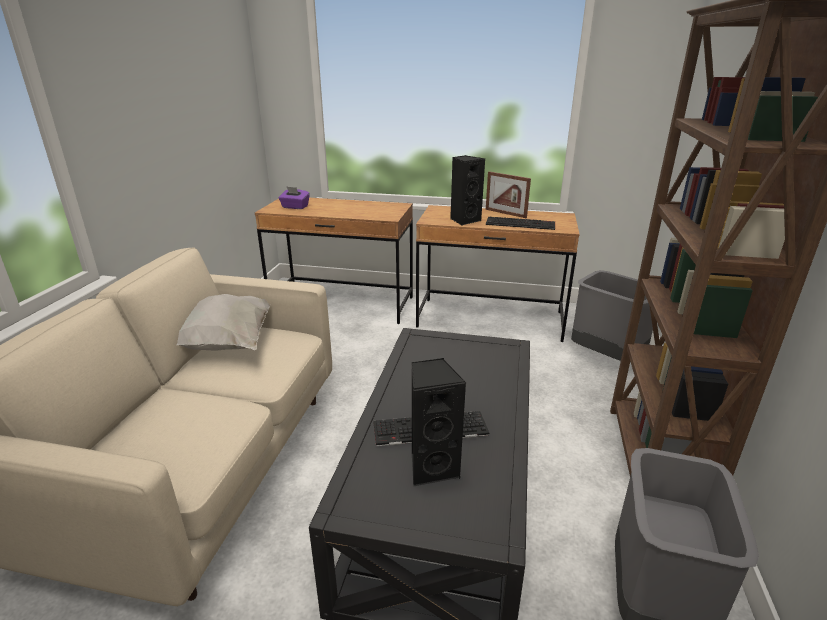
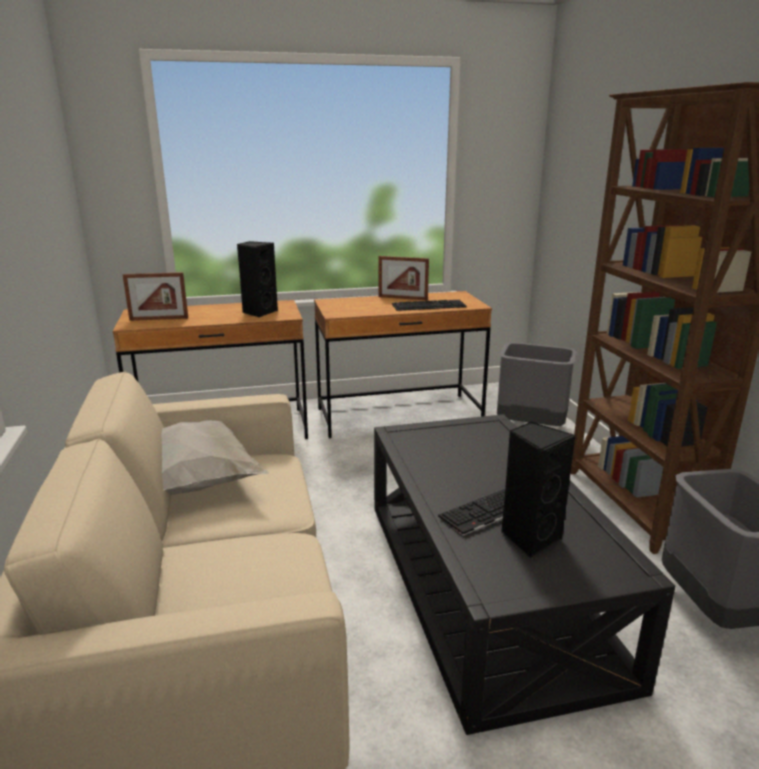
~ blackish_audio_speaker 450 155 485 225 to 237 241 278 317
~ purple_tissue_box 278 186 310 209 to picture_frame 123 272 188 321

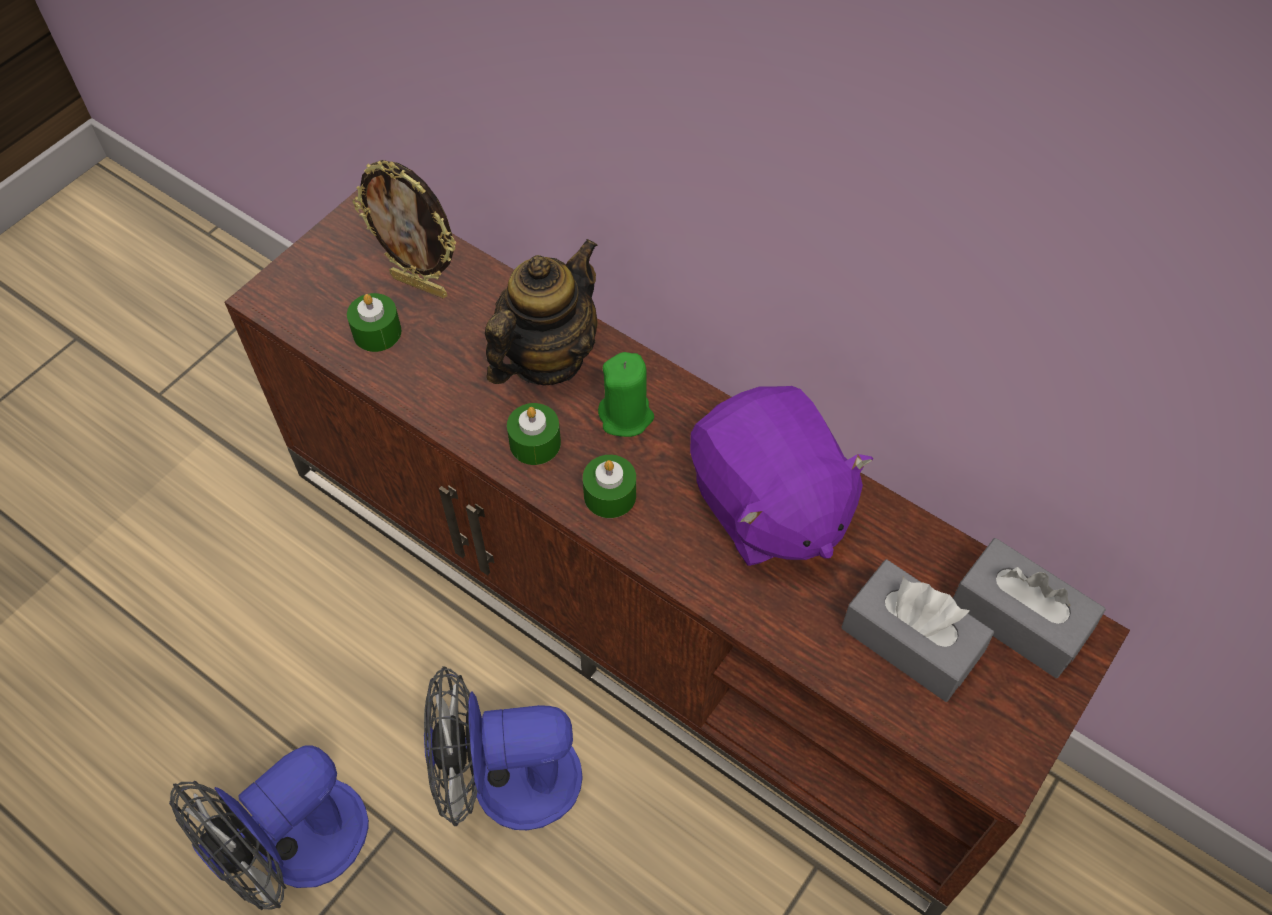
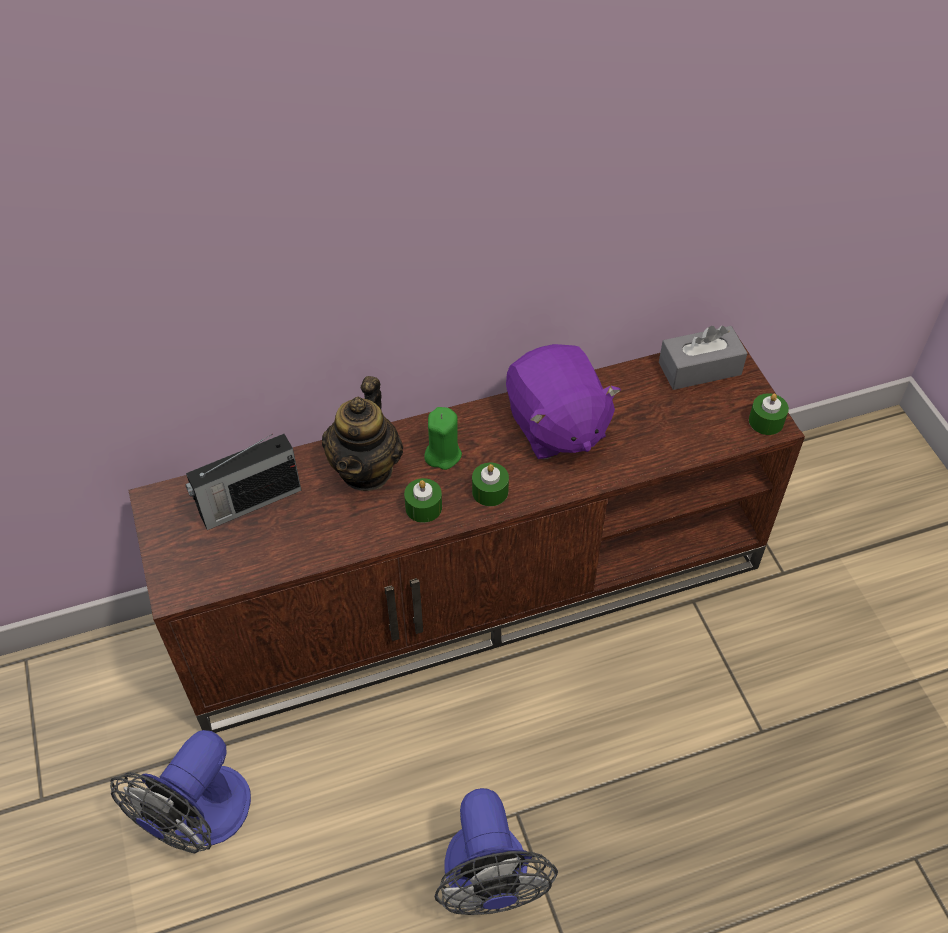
- gray_tissue_box 842 559 994 702
~ green_wax_candle 347 293 401 352 to 749 393 789 435
~ electric_fan 424 666 583 830 to 110 730 251 853
~ picture_frame 352 160 456 298 to radio_receiver 185 434 302 530
~ teapot 485 239 598 386 = 322 376 403 491 150 degrees counterclockwise
~ purple_plush_toy 690 386 873 566 = 506 344 621 459 60 degrees clockwise

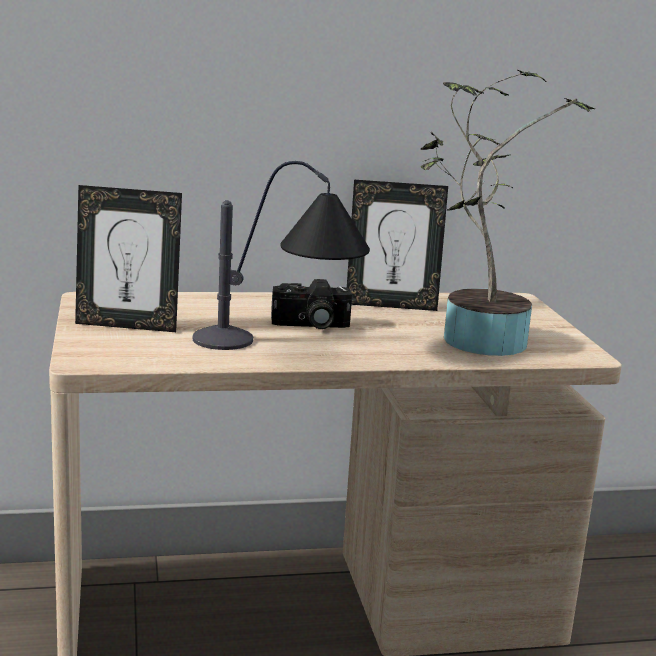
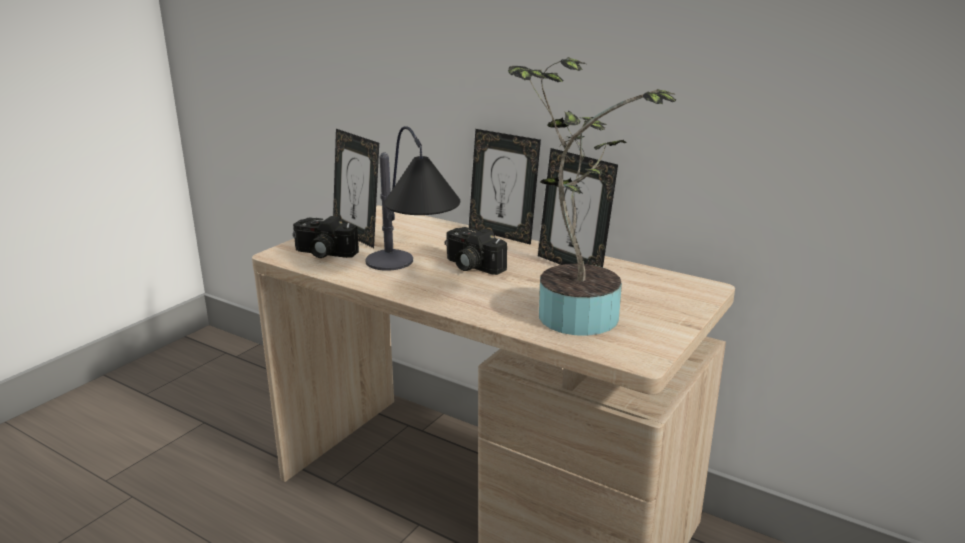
+ still_camera 293 216 359 258
+ picture_frame 469 129 541 245

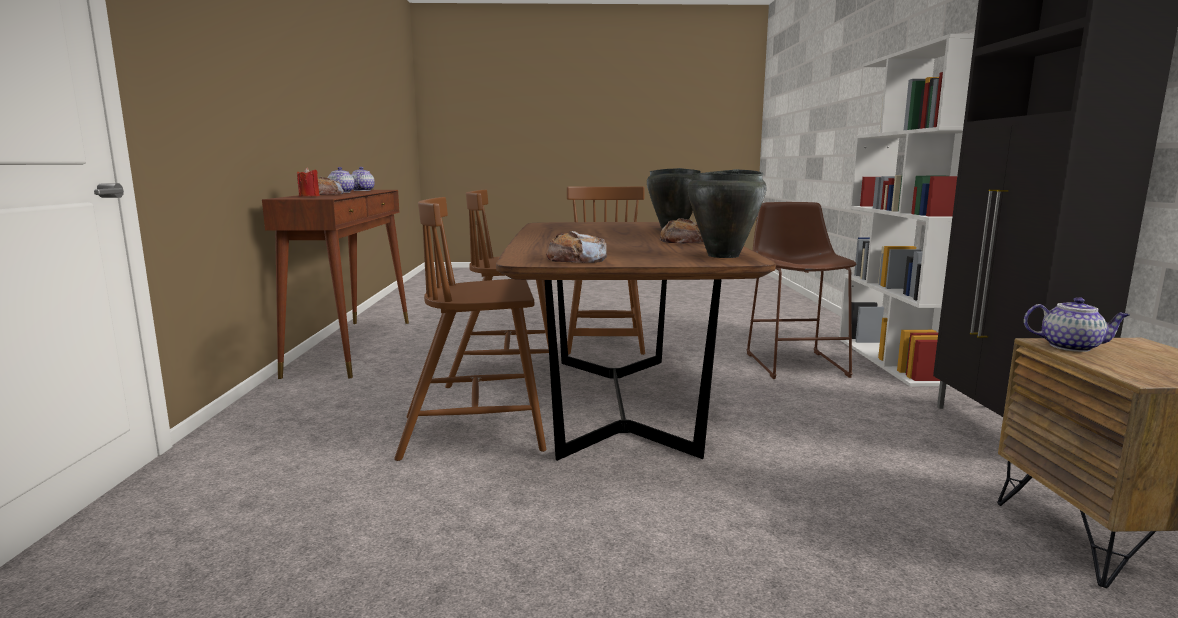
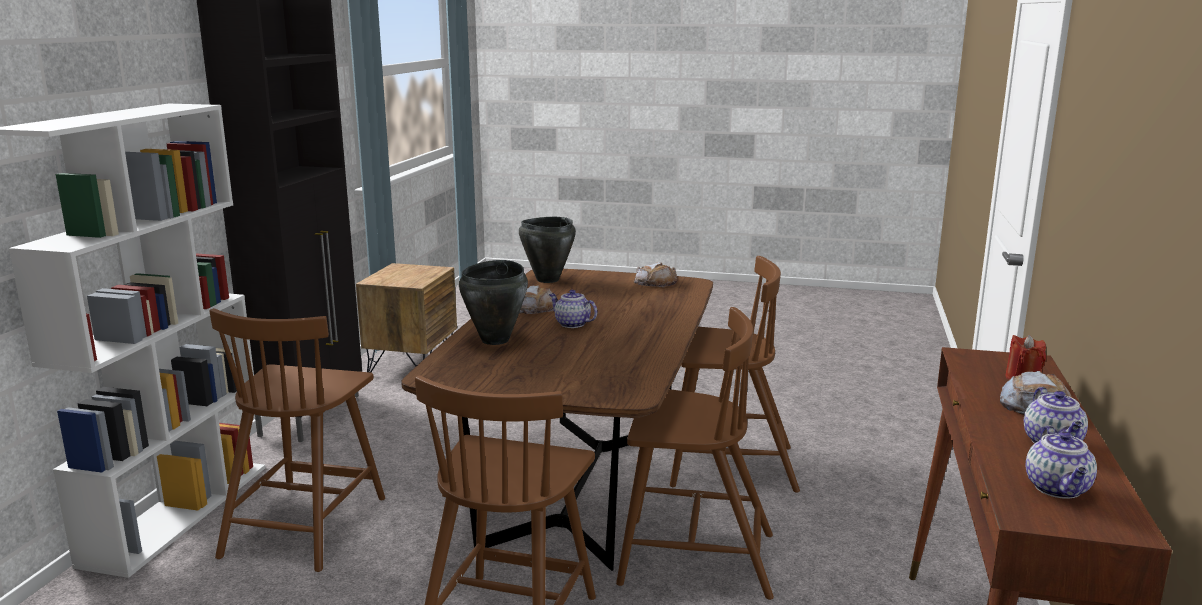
~ teapot 1024 297 1130 352 to 549 290 597 328
~ brown_stool 747 202 856 379 to brown_upright_chair 209 308 385 572

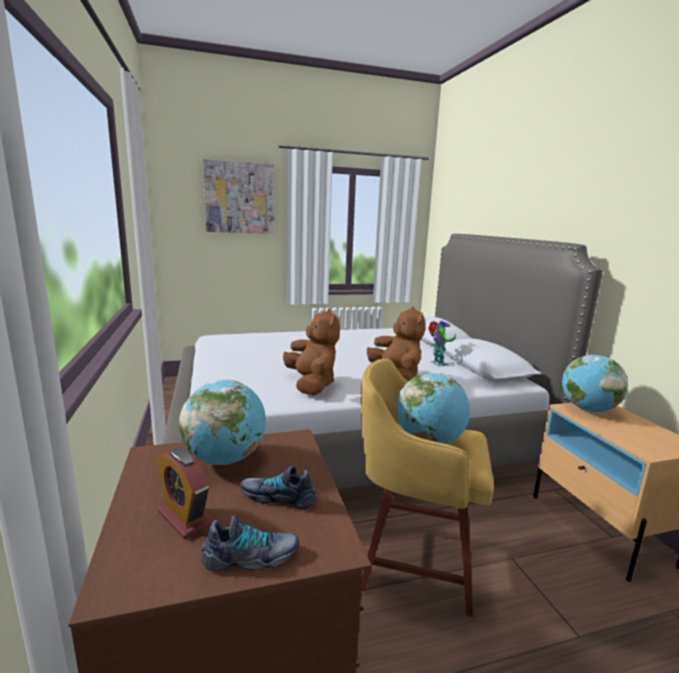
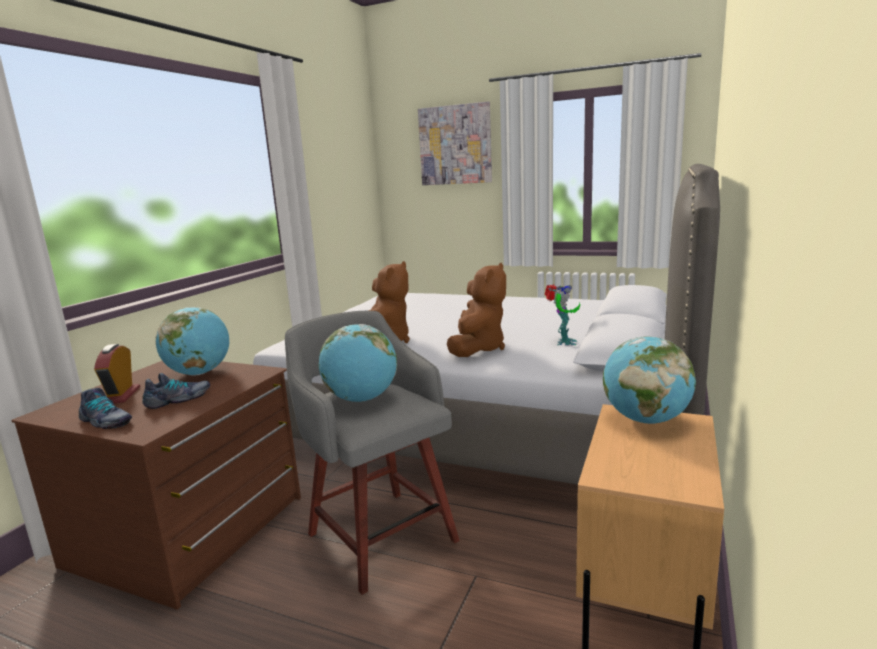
~ yellow-coloured_stool 361 358 494 617 to gray_stool 285 311 459 595
~ shoe 240 465 317 509 = 142 373 210 409 90 degrees clockwise

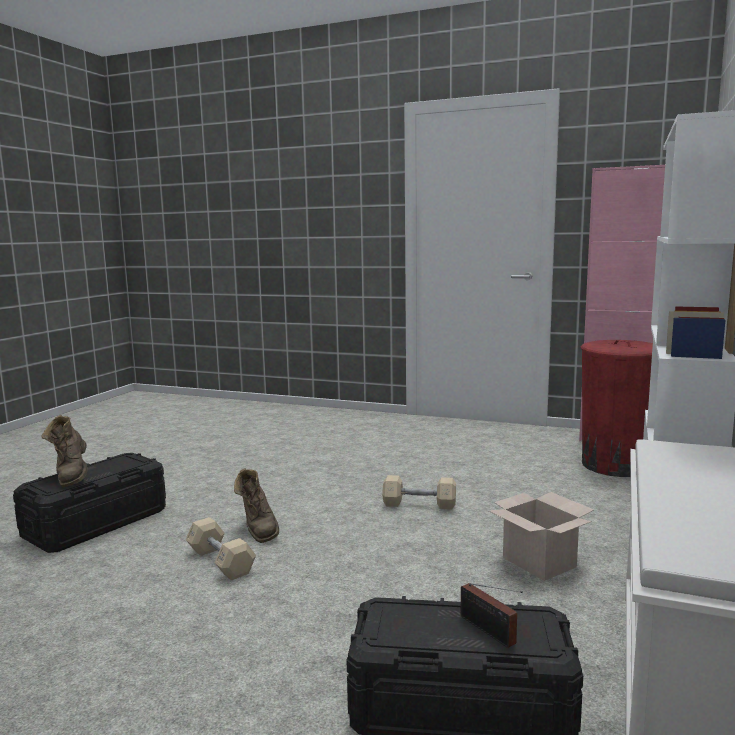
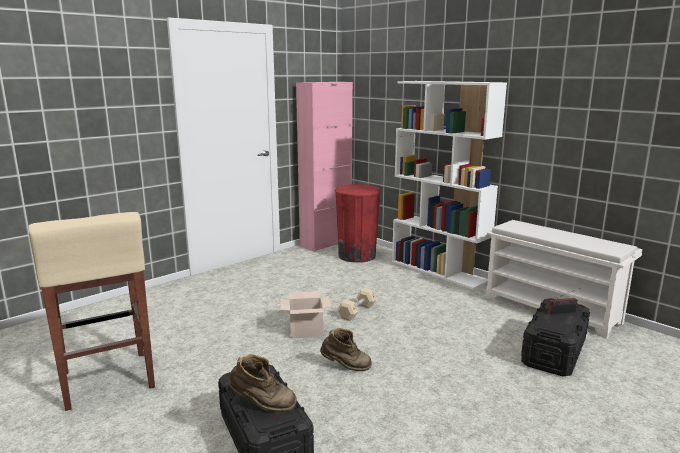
- sand-coloured_hand_weight 185 517 256 580
+ sand-coloured_stool 29 212 155 411
~ carton 489 492 594 581 to 280 291 332 338

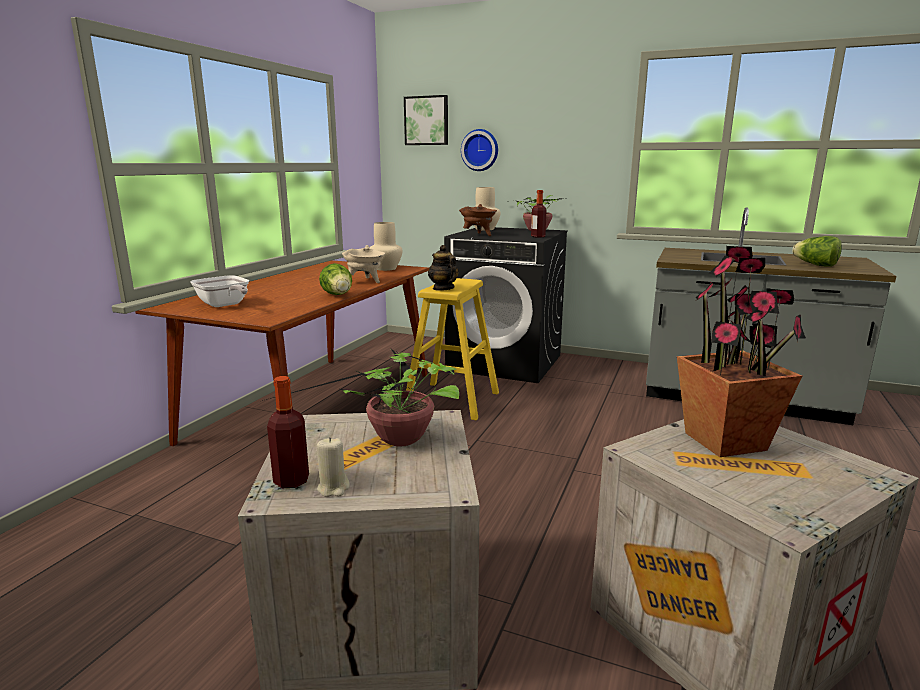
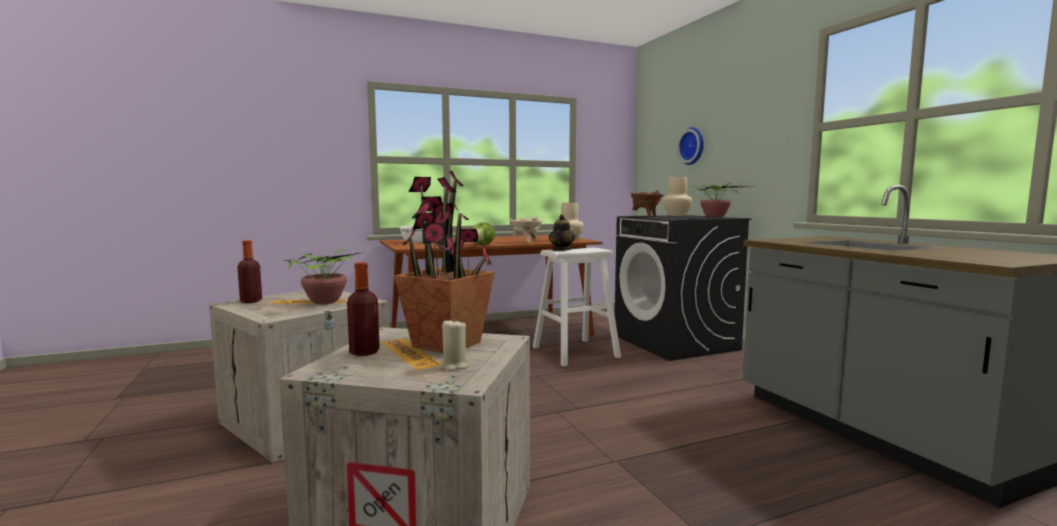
- wall_picture 404 95 448 145
- lettuce 792 236 842 267
~ sand-coloured_wax_candle 317 437 350 497 to 440 318 470 371
~ bottle 531 190 547 238 to 347 262 380 356
~ yellow-coloured_stool 406 278 499 420 to white-coloured_stool 533 248 621 366

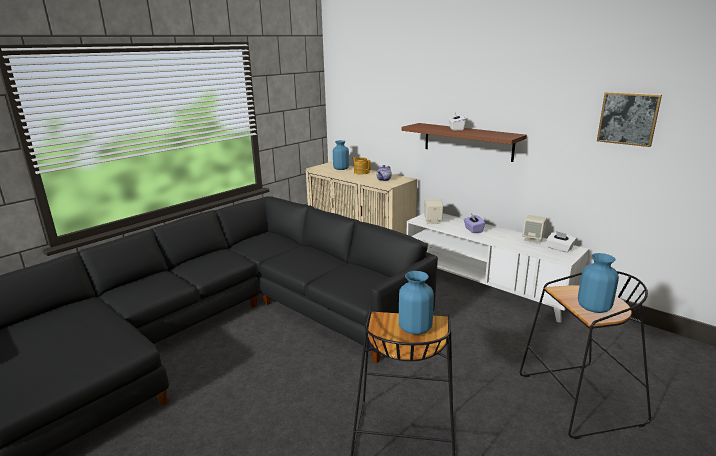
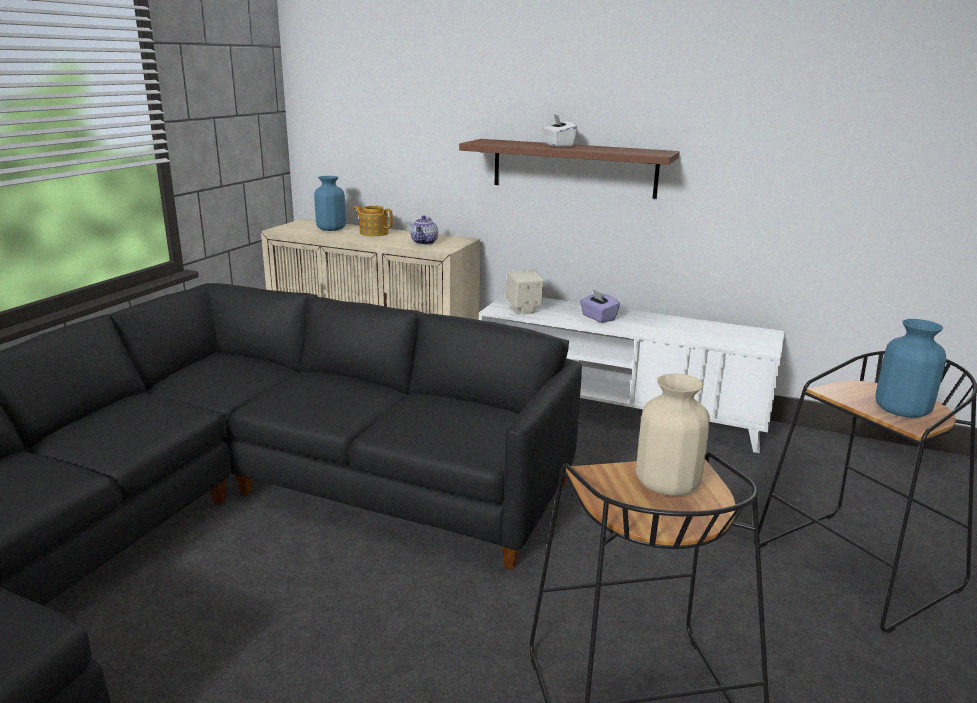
- sand-coloured_audio_speaker 522 215 547 244
- white-coloured_tissue_box 547 231 576 253
- wall_picture 597 92 662 147
~ bluish_flower_vase 399 271 434 335 to sand-coloured_flower_vase 636 373 710 496

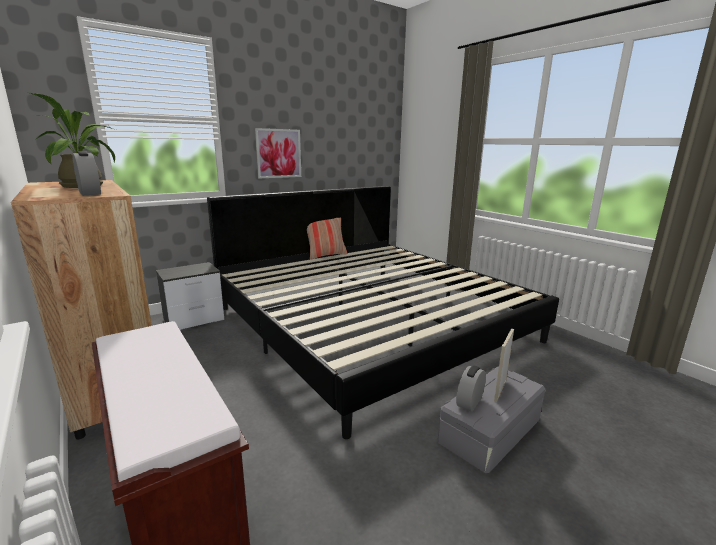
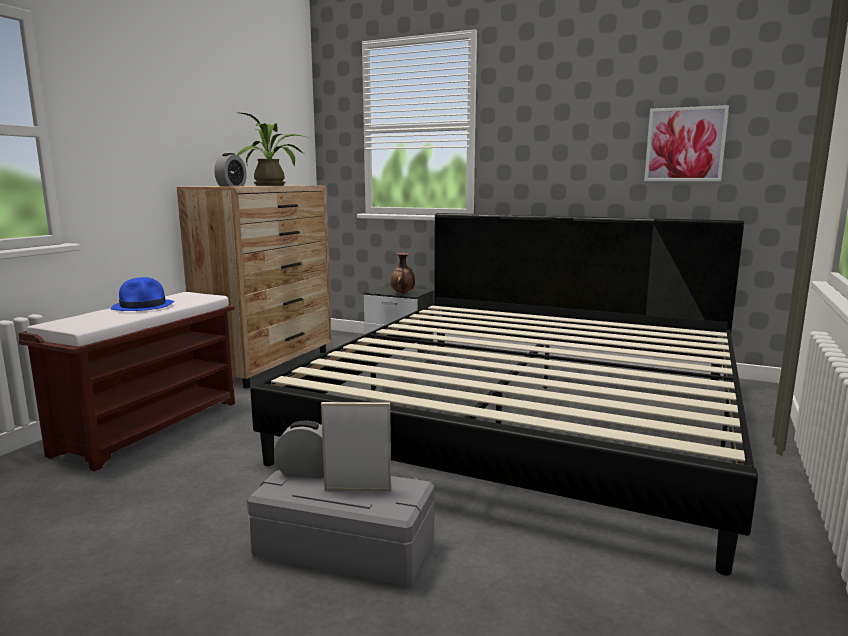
- cushion 307 218 347 260
+ bluish_clothing_hat 111 277 174 311
+ flower_vase 391 253 415 294
~ wall_picture 255 128 301 178 to 644 105 729 181

